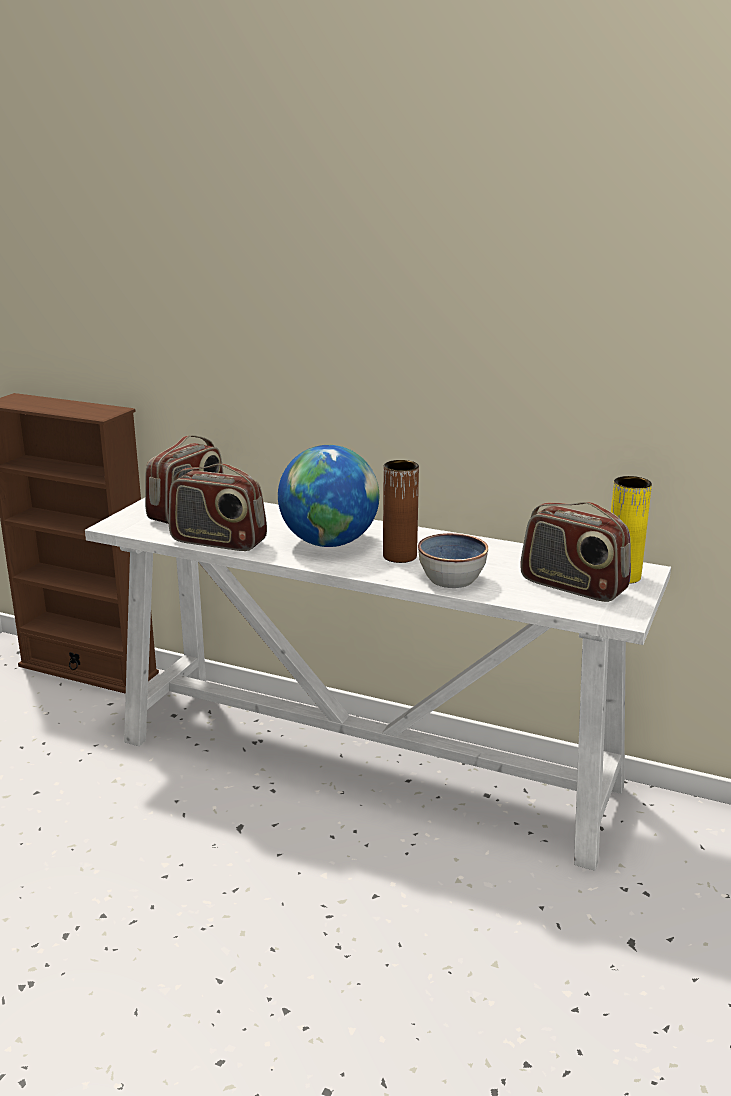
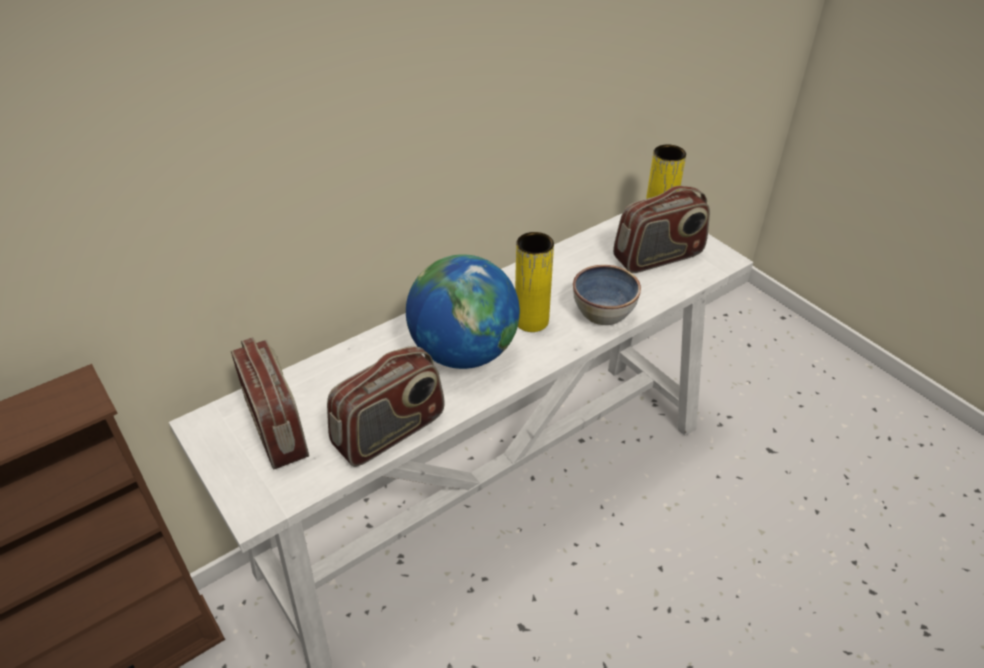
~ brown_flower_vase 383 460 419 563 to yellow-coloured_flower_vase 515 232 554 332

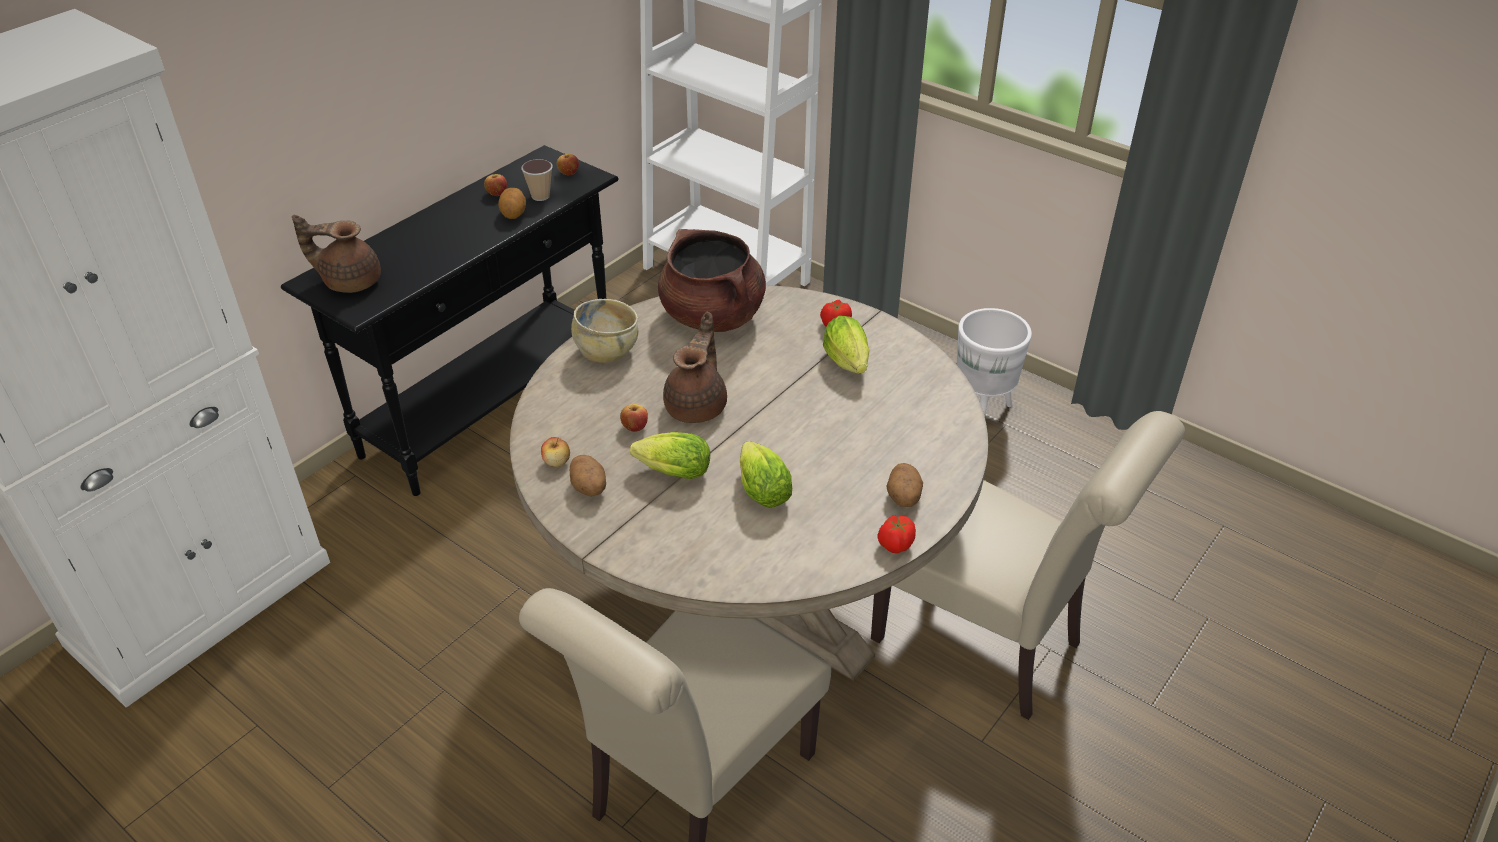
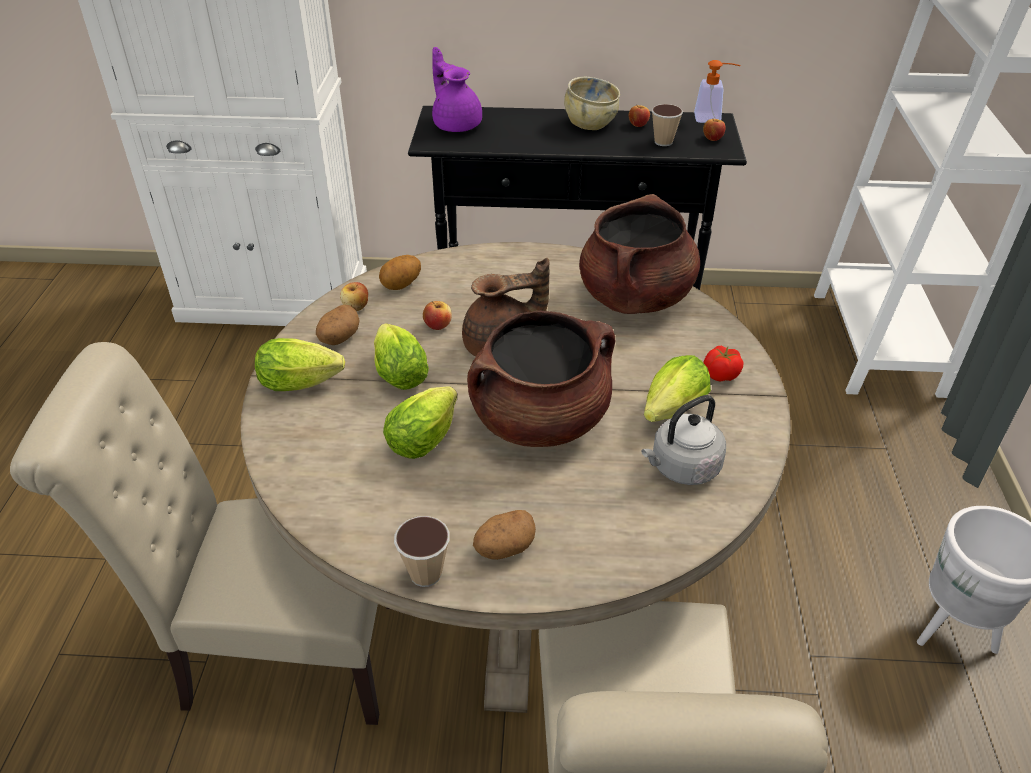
+ lettuce 255 338 345 391
+ brown_stockpot 467 311 615 447
+ gray_kettle 641 395 726 485
+ soap_bottle 694 60 740 123
~ spud 498 188 526 219 to 379 255 421 290
~ sand-coloured_bowl 571 299 638 363 to 564 76 620 130
~ fresh_tomato 877 515 916 554 to cup 394 516 450 587
~ brown_teapot 292 214 381 293 to purple_teapot 432 47 482 132

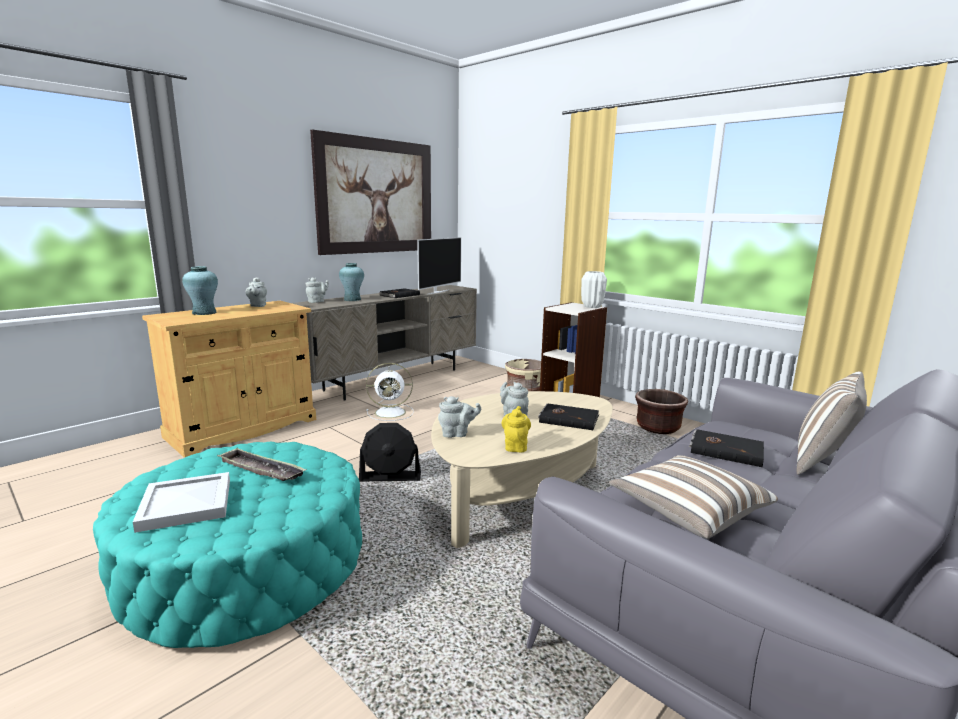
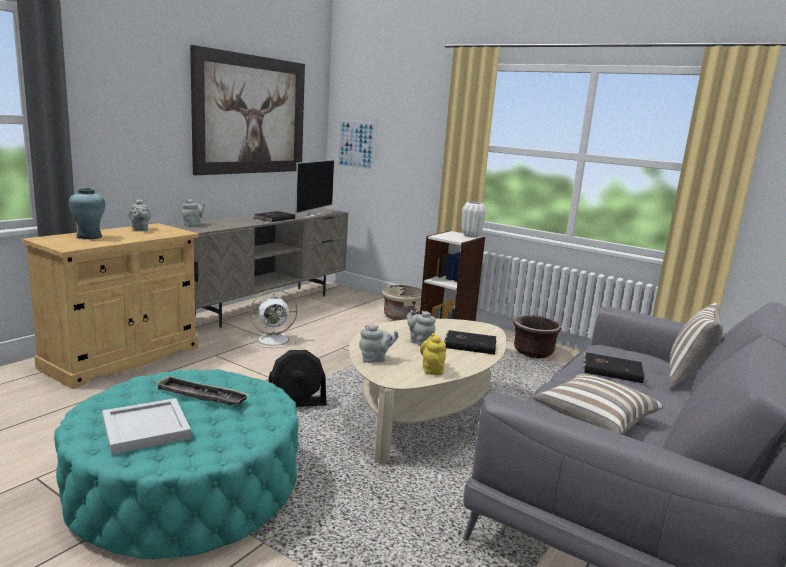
- turquoise-coloured_flower_vase 339 263 364 301
+ wall_picture 336 119 377 172

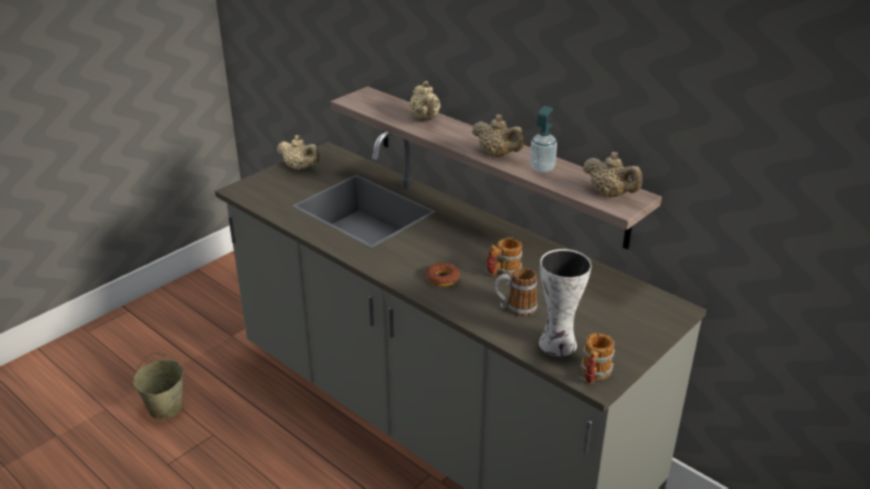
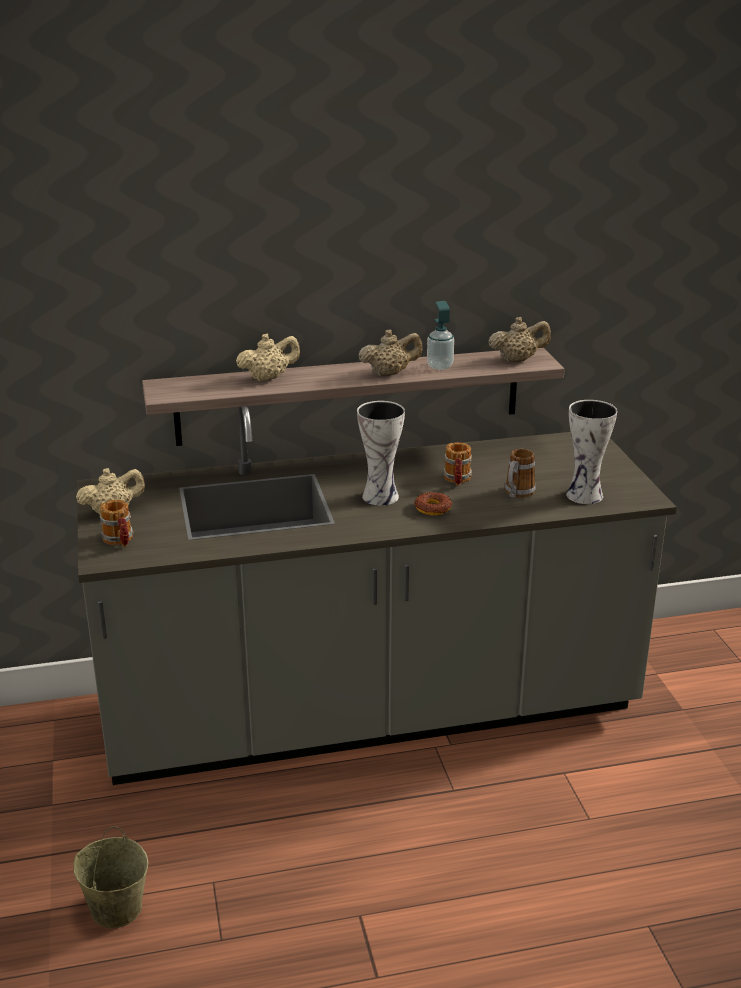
+ flower_vase 357 401 405 506
~ coffee_mug 580 333 615 384 to 99 500 134 547
~ sand-coloured_teapot 409 81 441 120 = 236 334 300 381 45 degrees counterclockwise

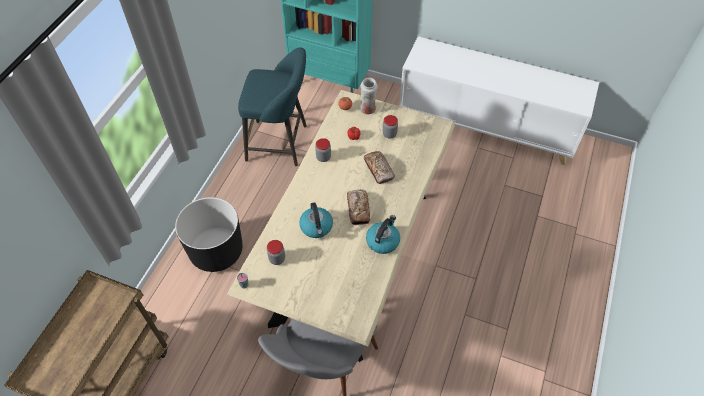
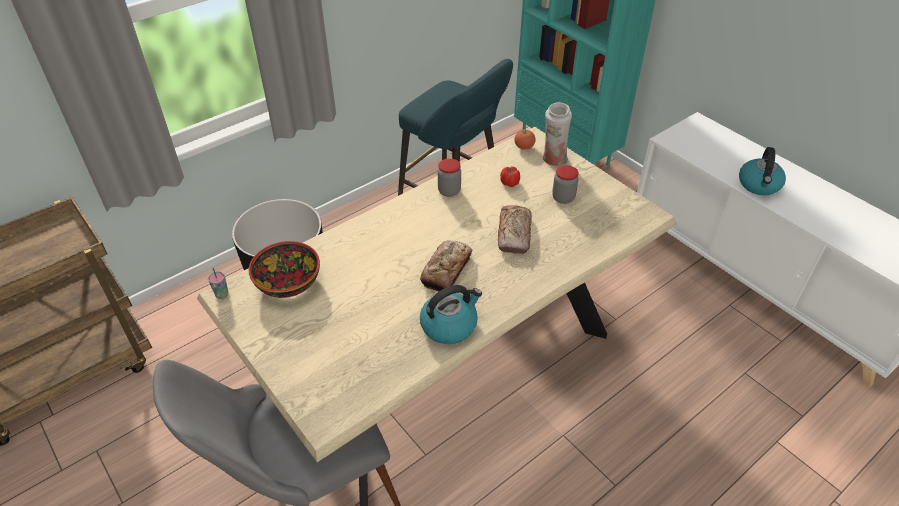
~ kettle 299 202 333 238 to 739 147 786 195
~ storage_jar 267 240 285 265 to bowl 249 241 320 298

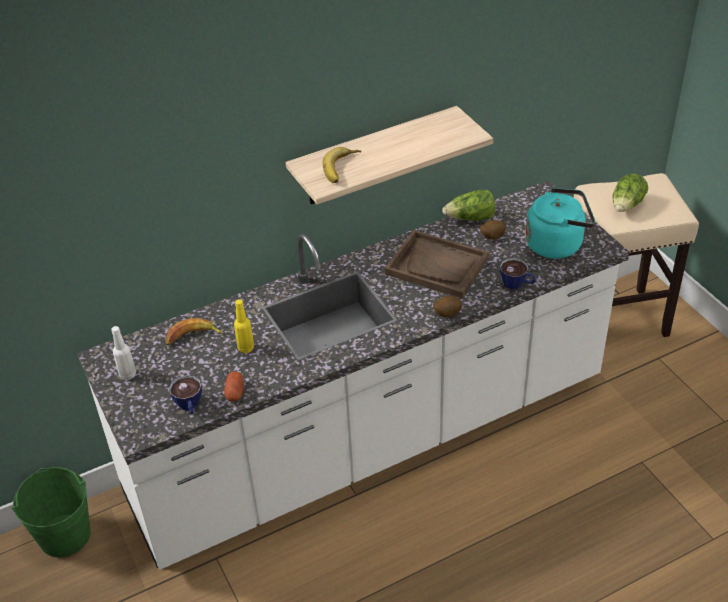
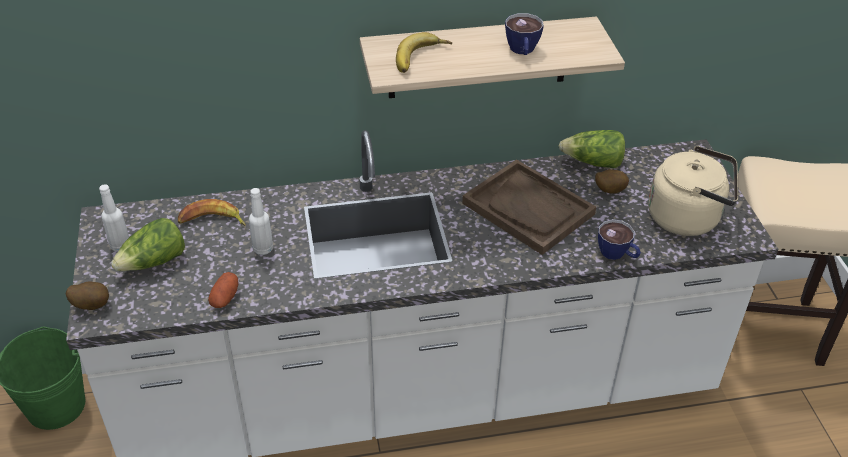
~ cup 169 375 202 414 to 505 13 544 55
~ spud 433 296 462 317 to 66 282 109 310
~ lettuce 613 174 648 212 to 111 218 185 271
~ yellow-coloured_bottle 234 299 254 353 to white-coloured_bottle 249 188 273 255
~ turquoise-coloured_kettle 525 188 595 259 to sand-coloured_kettle 648 146 738 236

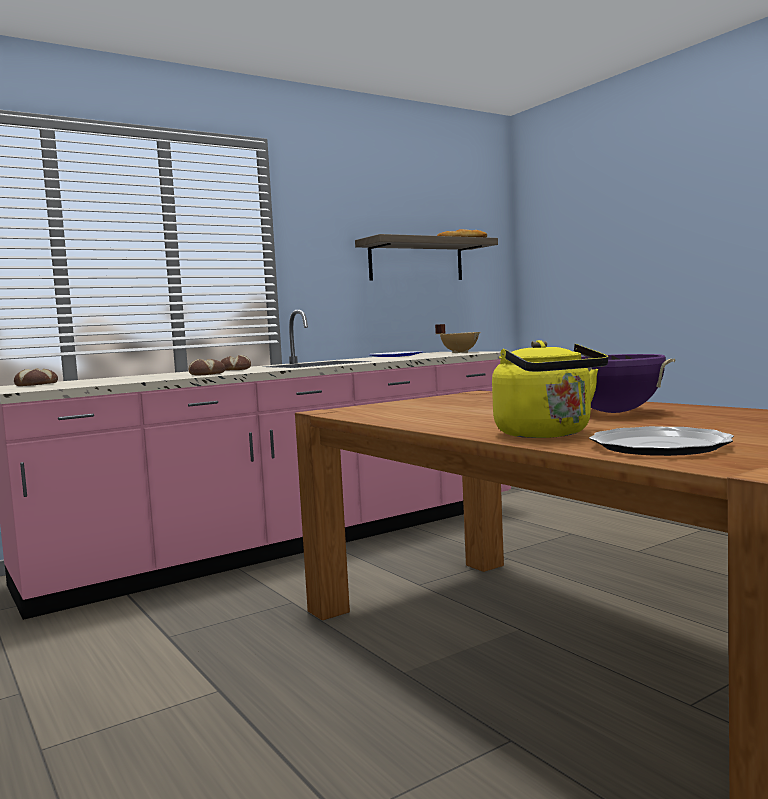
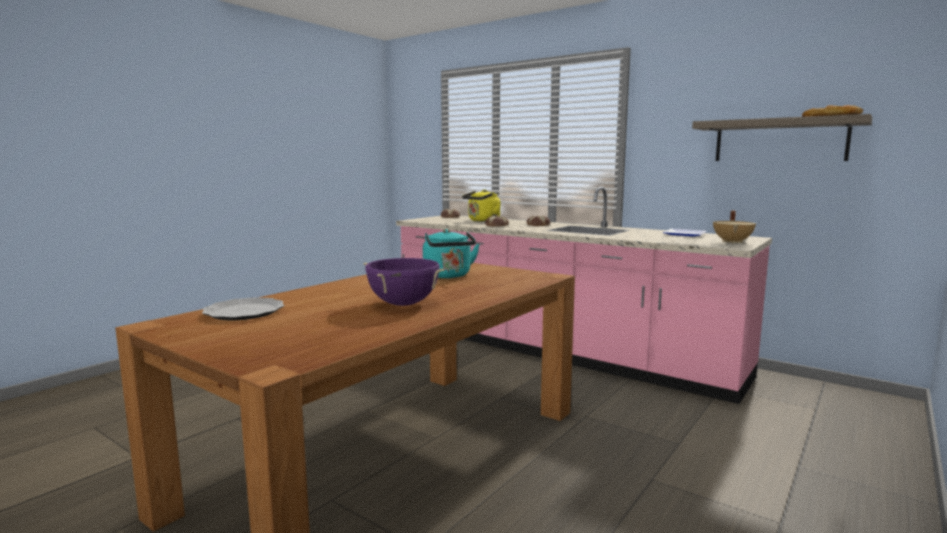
+ turquoise-coloured_kettle 423 229 480 278
~ yellow-coloured_kettle 492 340 608 438 to 462 190 501 222

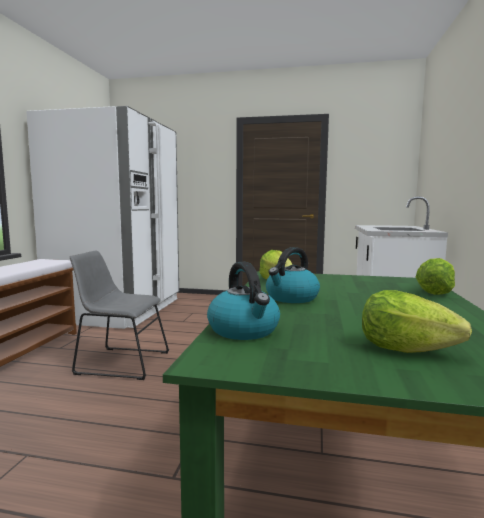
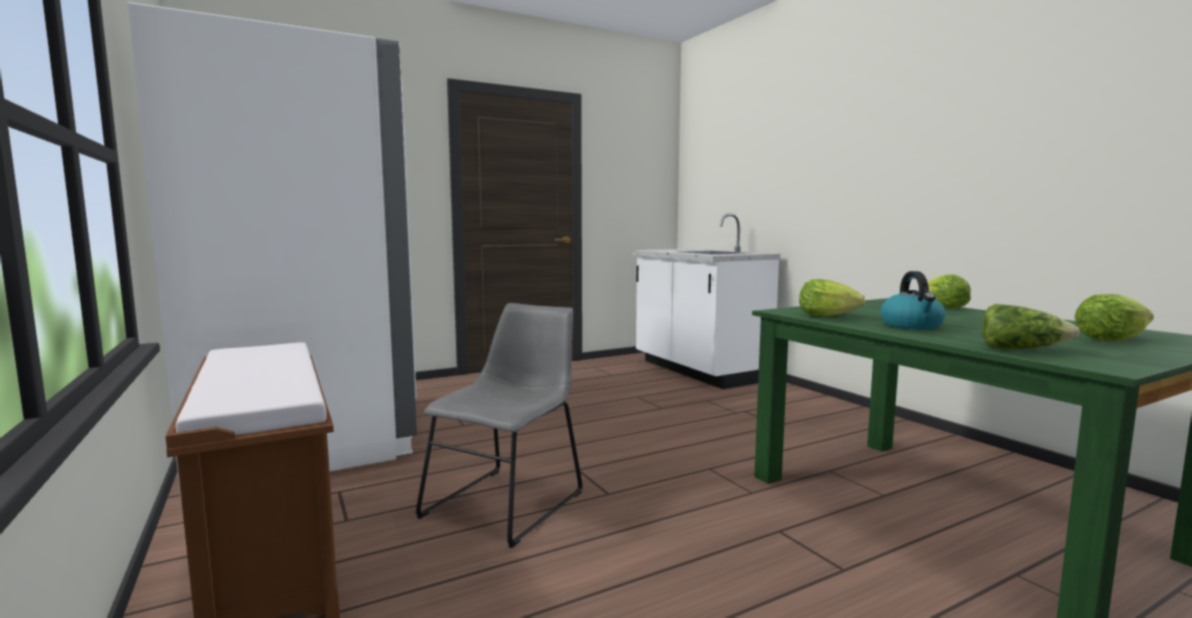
~ kettle 207 262 280 340 to lettuce 982 304 1080 349
~ gray_upright_chair 70 251 169 380 = 415 303 583 548 150 degrees clockwise

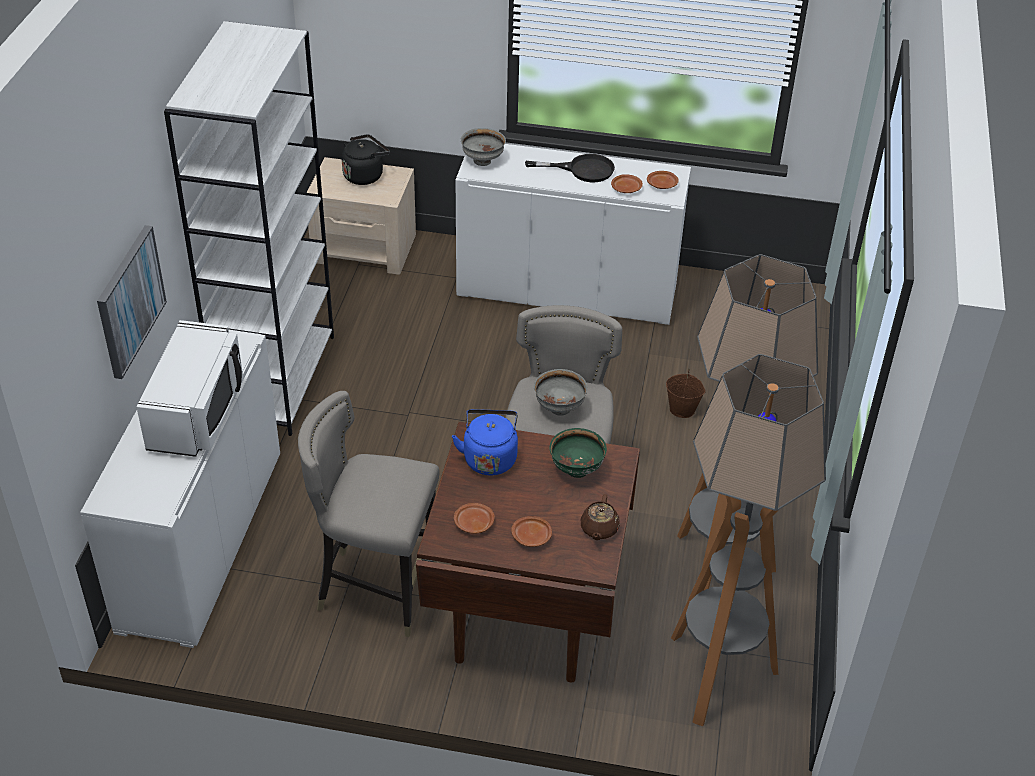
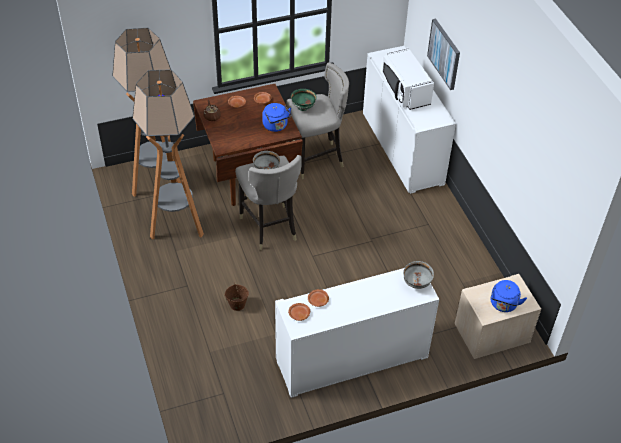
- white-coloured_bookcase 164 21 334 436
- blackish_skillet 525 154 615 182
~ green_bowl 550 428 607 478 to 291 89 317 111
~ blackish_kettle 342 134 390 185 to bluish_kettle 491 280 527 312

